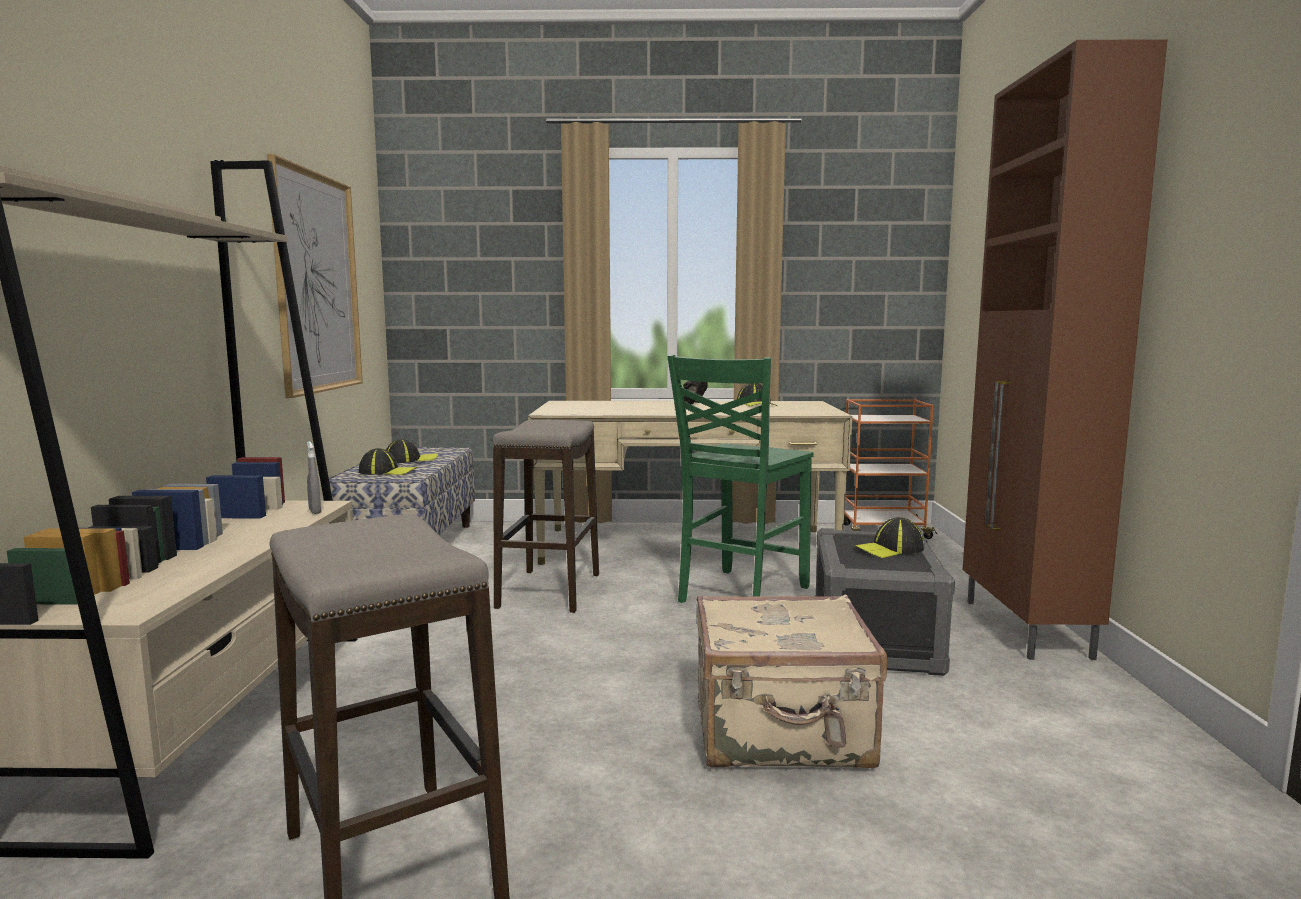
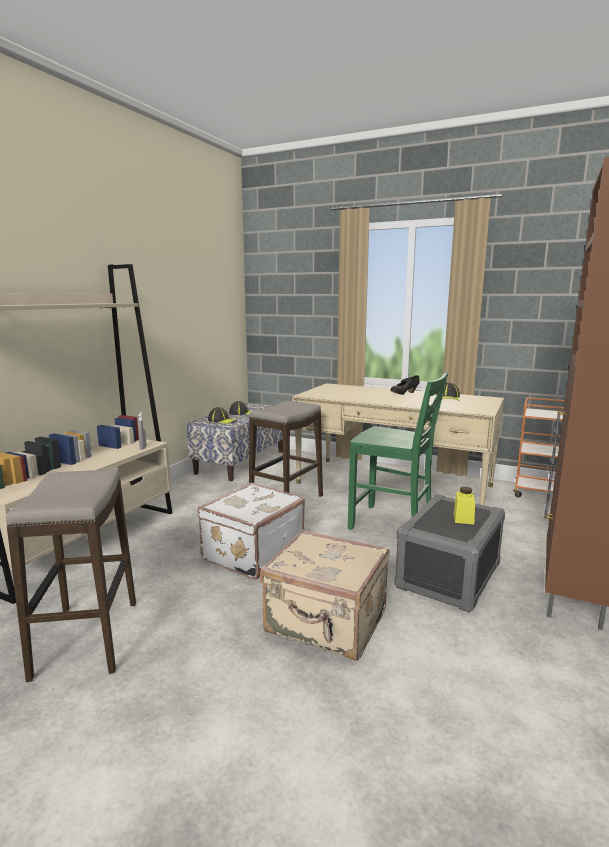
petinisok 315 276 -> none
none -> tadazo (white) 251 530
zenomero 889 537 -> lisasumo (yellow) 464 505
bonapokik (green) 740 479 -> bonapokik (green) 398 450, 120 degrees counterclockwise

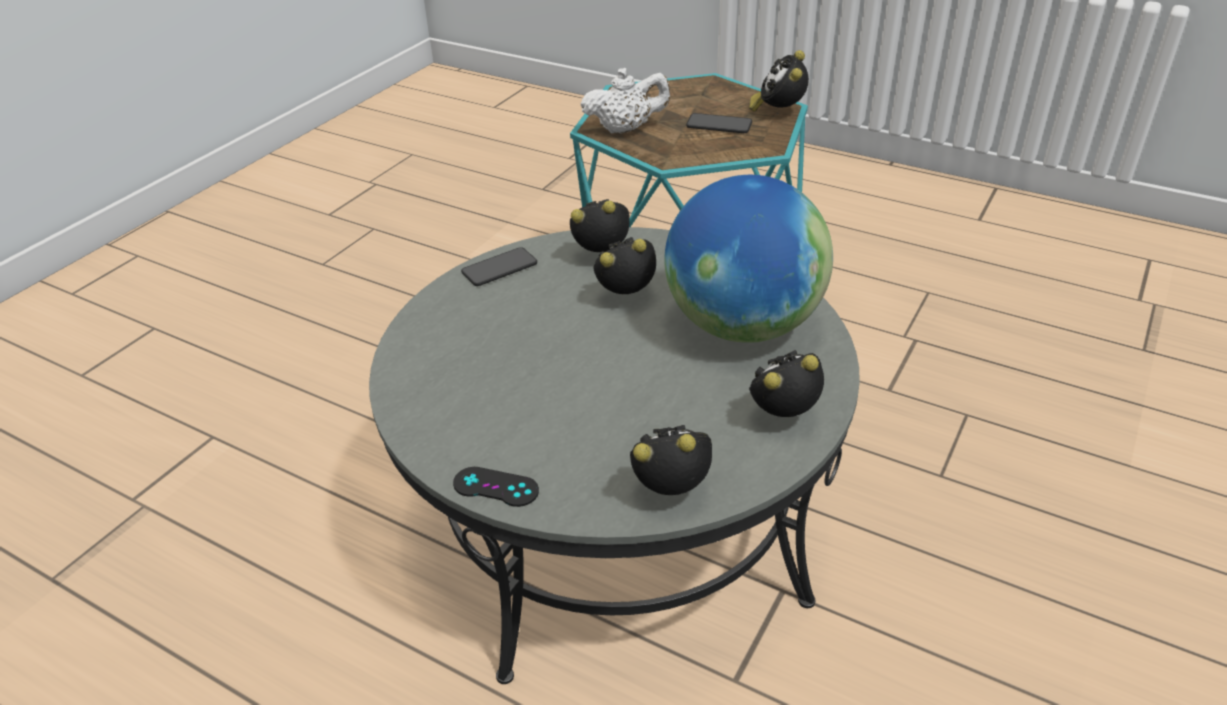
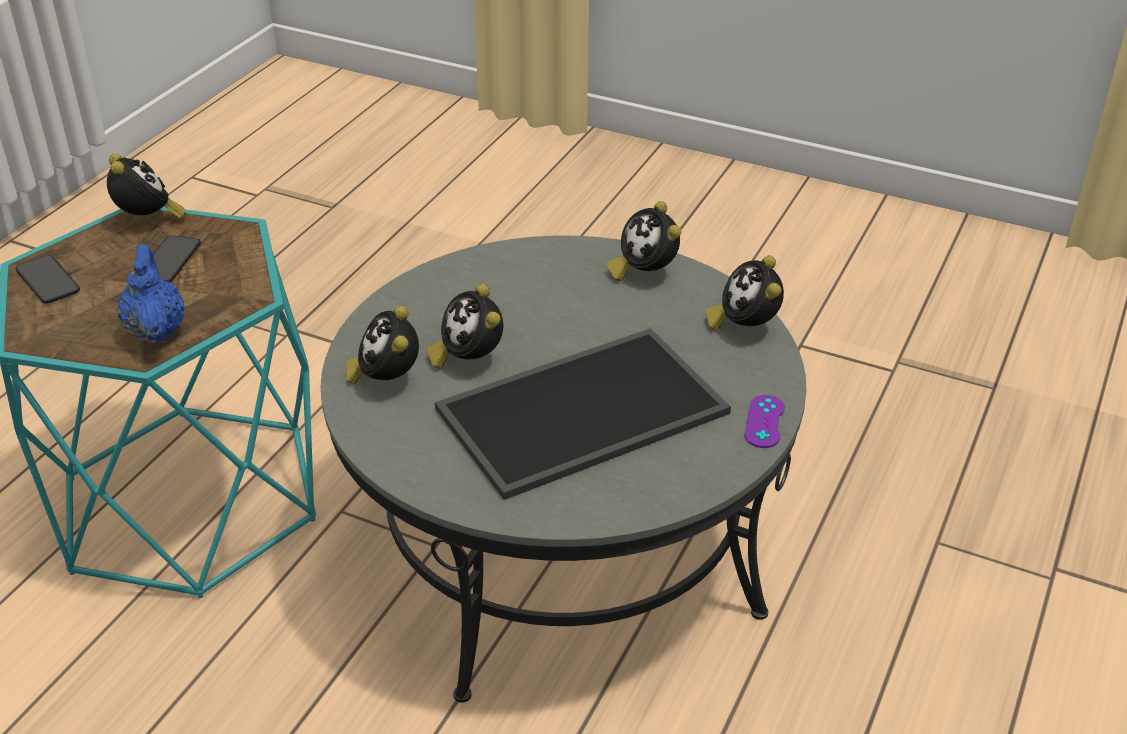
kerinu 748 259 -> none
none -> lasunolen 583 414
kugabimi 499 266 -> kugabimi 47 279, move
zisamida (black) 496 487 -> zisamida (purple) 765 421
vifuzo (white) 625 100 -> vifuzo (blue) 150 294
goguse 779 81 -> goguse 146 186, 120 degrees counterclockwise

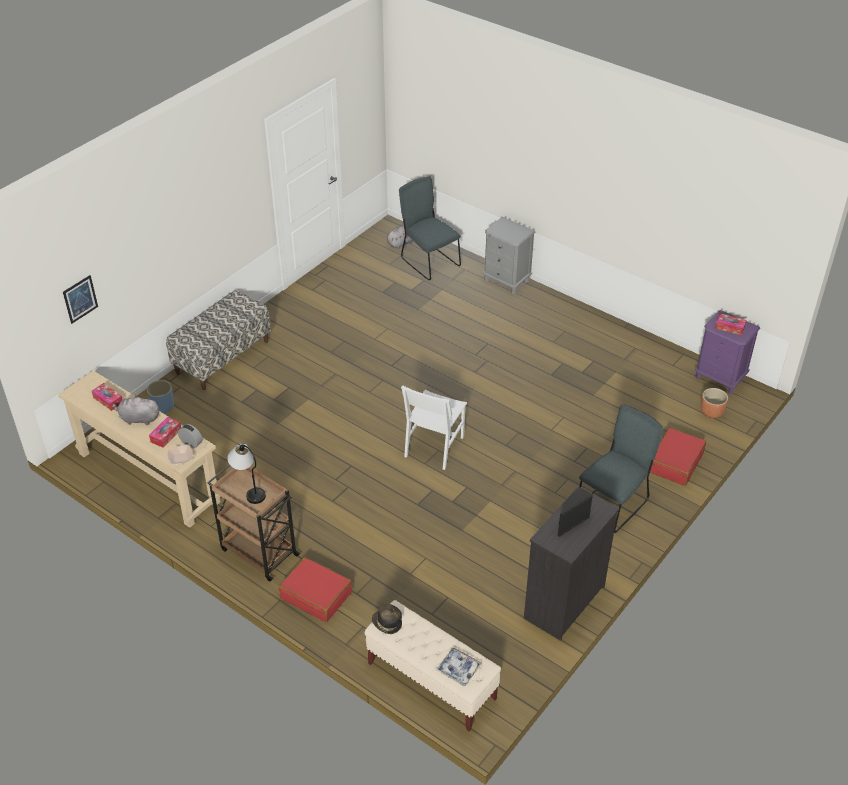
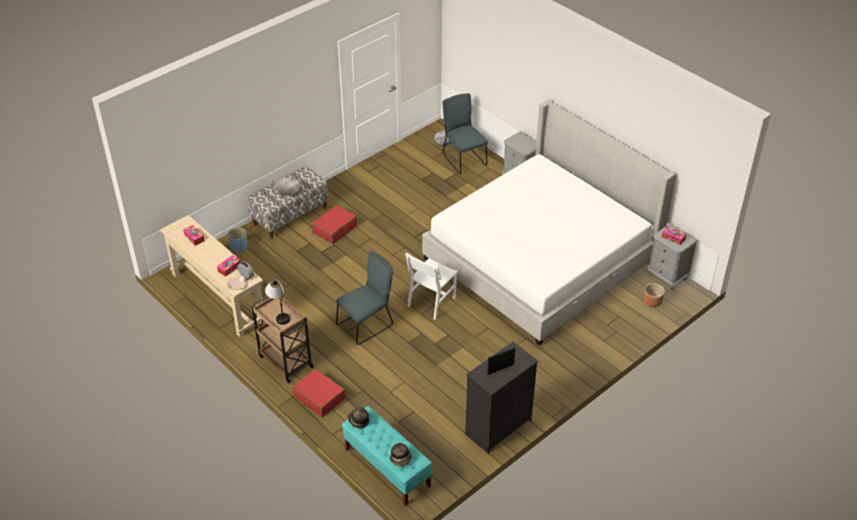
petinisok 80 299 -> none
none -> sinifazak 549 222
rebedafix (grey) 135 410 -> rebedafix (grey) 287 186, move
bonapokik (grey) 621 469 -> bonapokik (grey) 364 298, move
tadazo (red) 678 457 -> tadazo (red) 334 224, move
lasunolen 459 666 -> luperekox 401 454
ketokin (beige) 433 666 -> ketokin (turquoise) 387 456
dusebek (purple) 727 352 -> dusebek (grey) 673 256

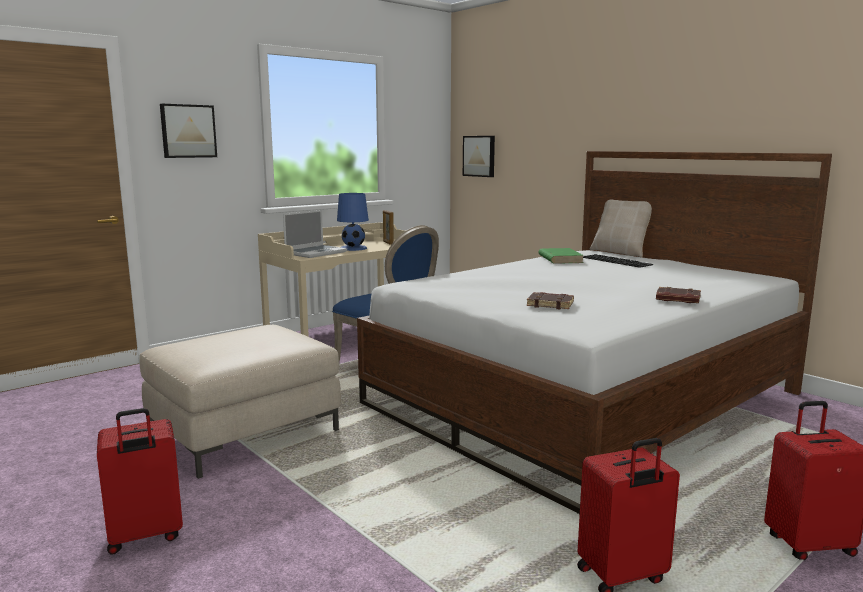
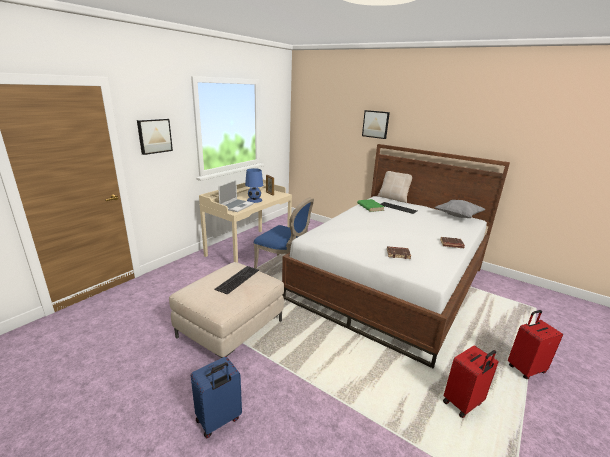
none -> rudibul 236 280
none -> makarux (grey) 460 209
petinisok 479 156 -> petinisok 376 124, move
tadazo (red) 140 481 -> tadazo (blue) 216 397

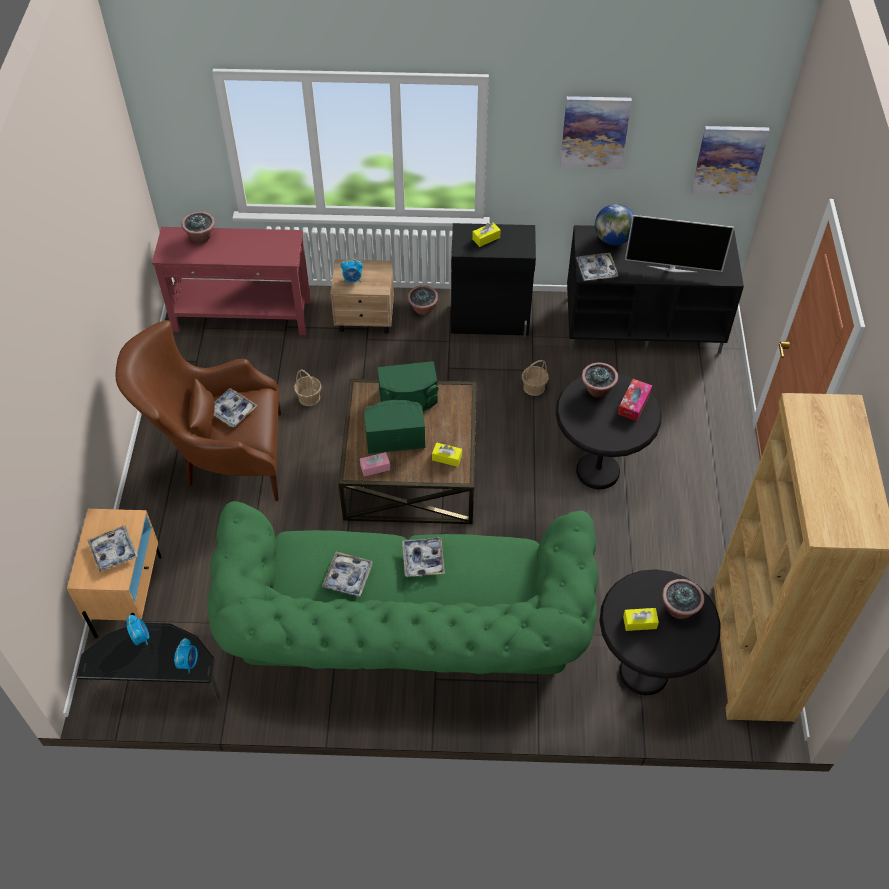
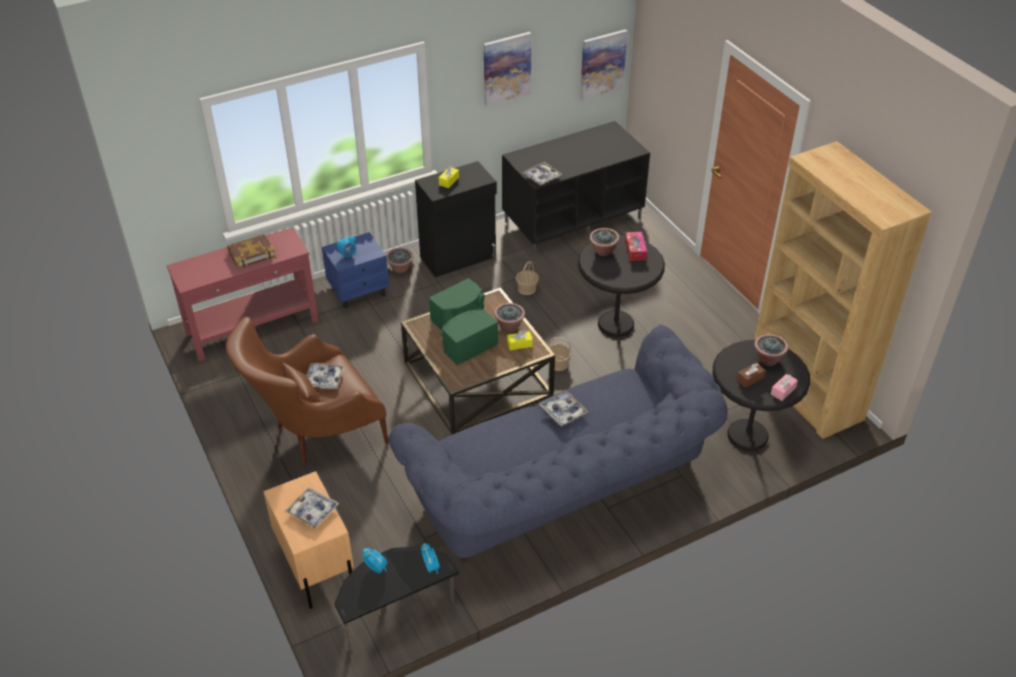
lasunolen 347 574 -> none
kerinu 614 224 -> none
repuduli 679 243 -> none
none -> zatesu 251 251
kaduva 198 227 -> kaduva 509 317, move
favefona 307 387 -> favefona 559 354, move
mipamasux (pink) 375 464 -> mipamasux (pink) 784 387, move
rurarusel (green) 402 587 -> rurarusel (blue) 558 443
dusebek (beige) 362 297 -> dusebek (blue) 355 270
mipamasux (yellow) 641 619 -> mipamasux (brown) 751 375

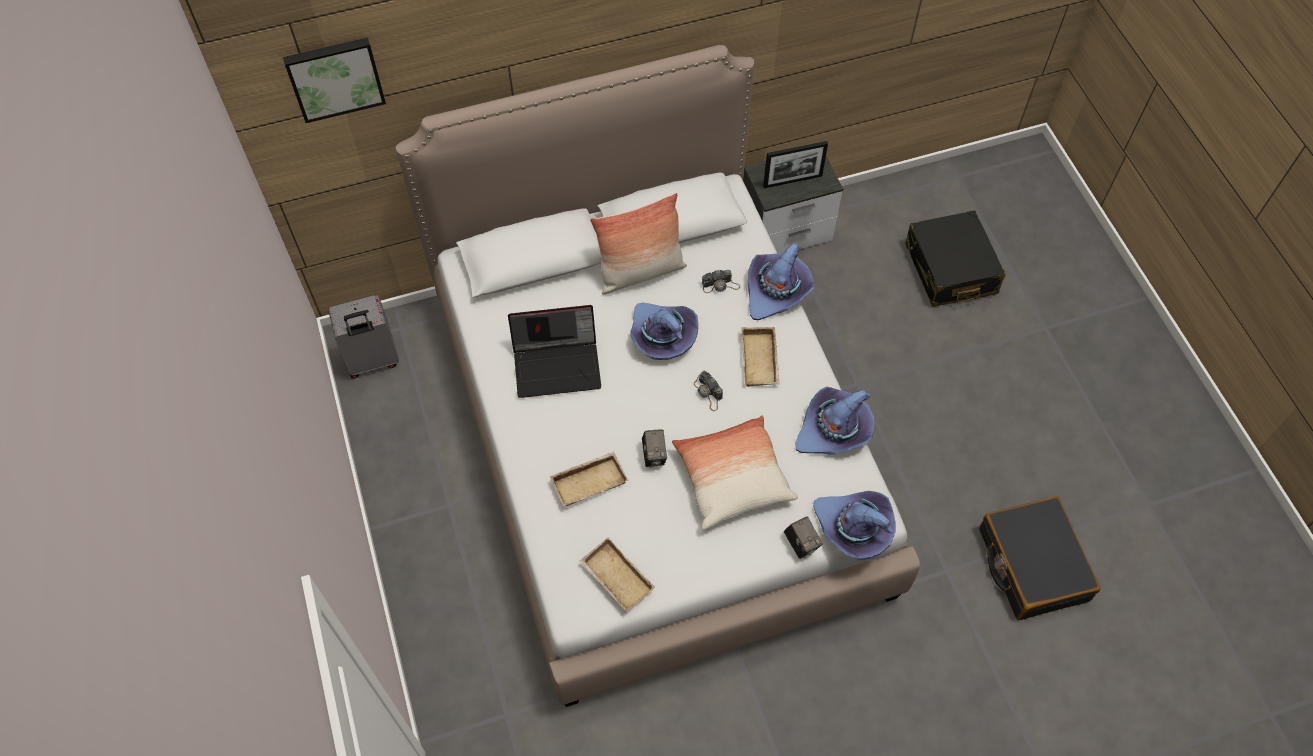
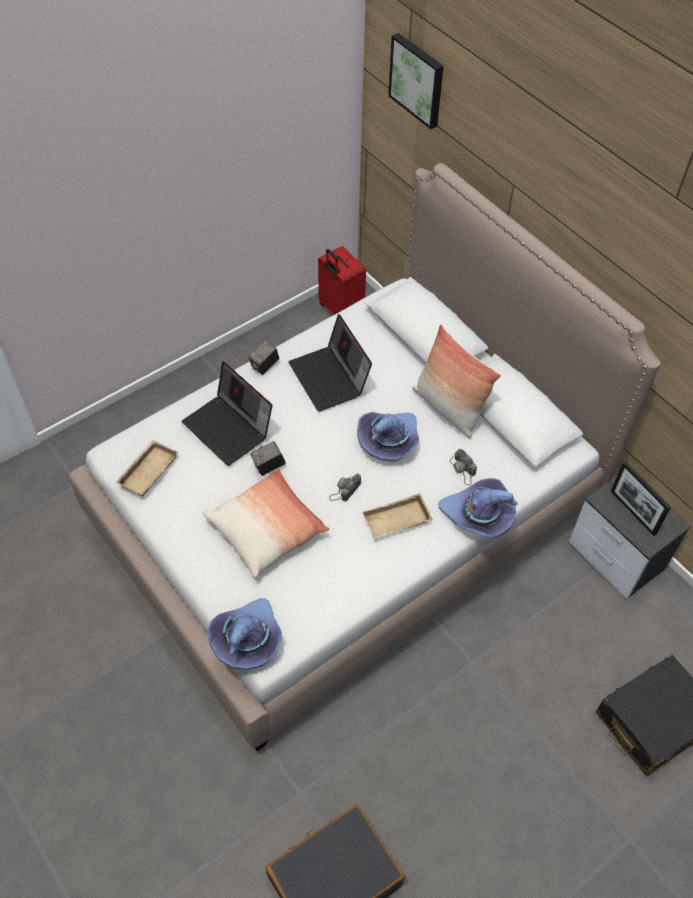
luperekox (purple) 834 420 -> none
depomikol 803 538 -> depomikol 263 357, move
lasunolen (beige) 589 479 -> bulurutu 227 414
tadazo (grey) 363 337 -> tadazo (red) 342 280

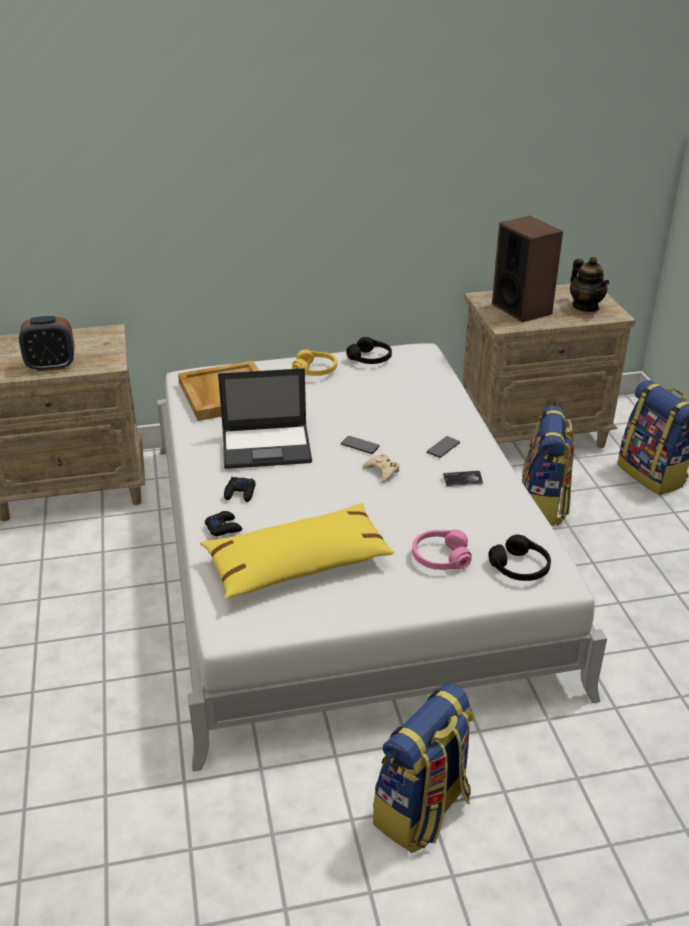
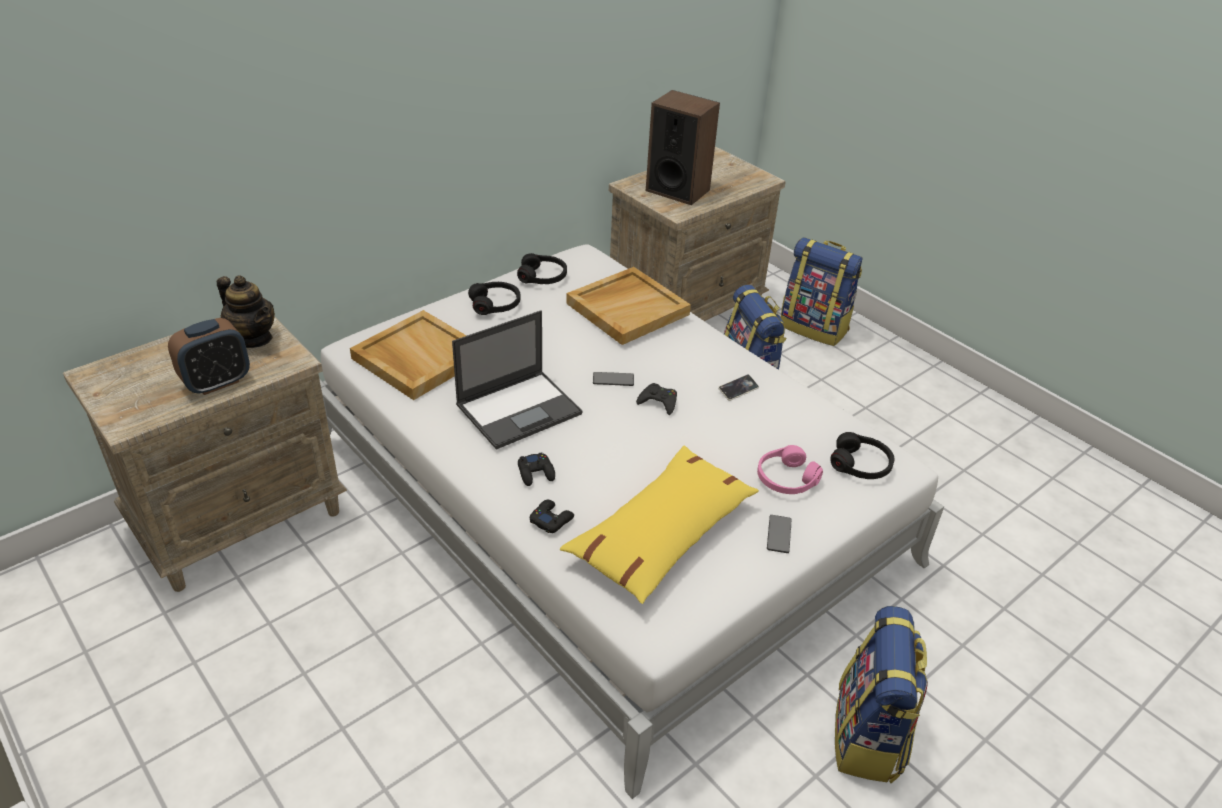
none -> lasunolen (beige) 628 306
kugabimi 443 447 -> kugabimi 779 534, move
vifuzo 589 284 -> vifuzo 246 312, move
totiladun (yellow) 314 363 -> totiladun (black) 494 298
zisamida (beige) 381 468 -> zisamida (black) 656 399

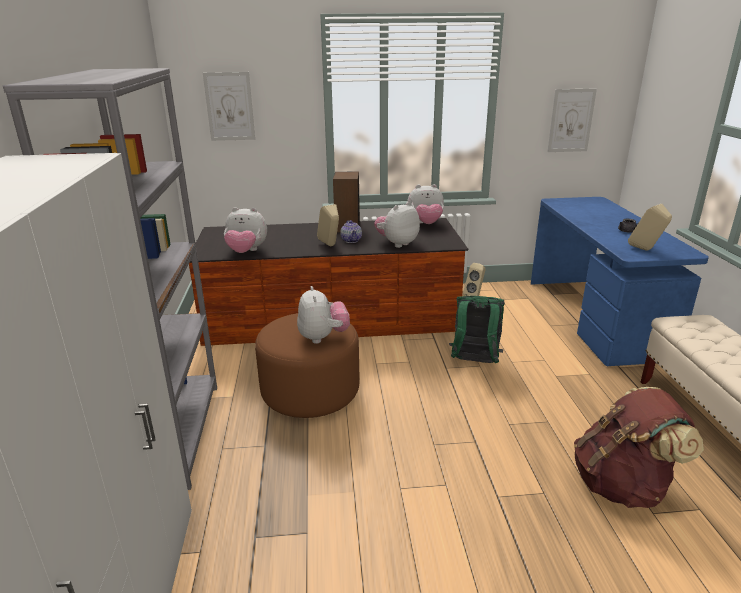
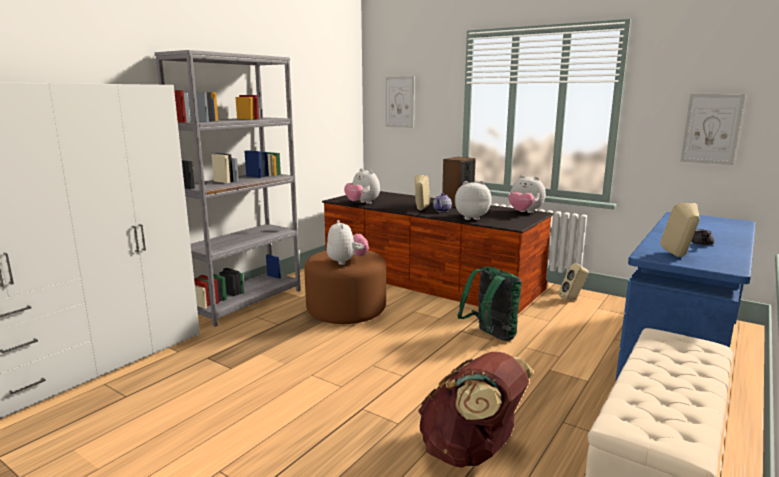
rebedafix 323 315 -> rebedafix 348 242, 45 degrees counterclockwise

